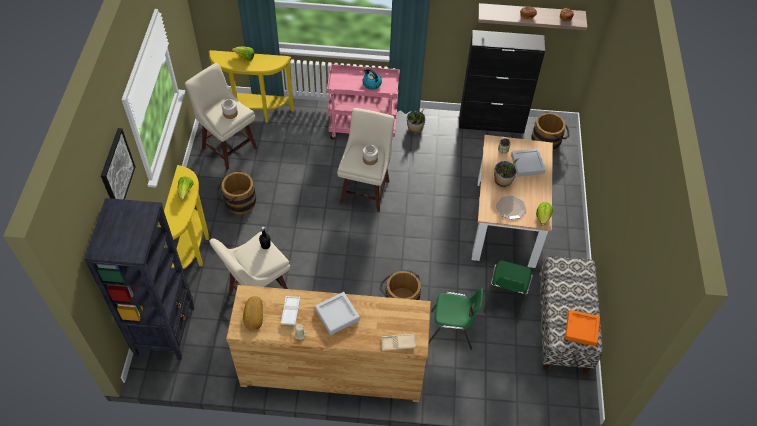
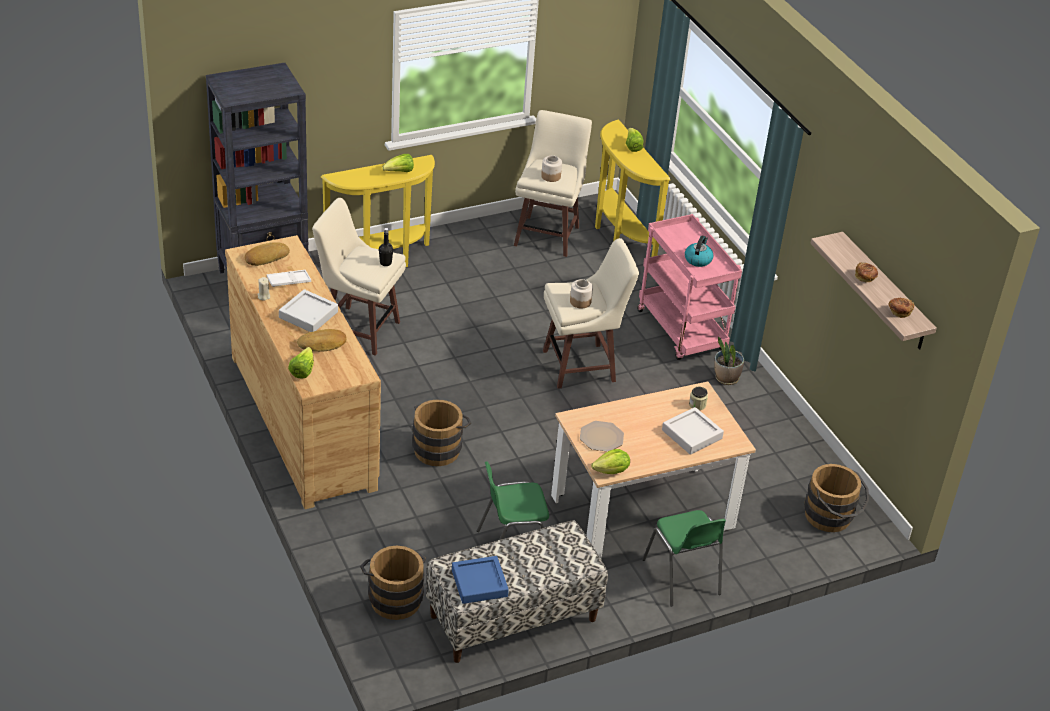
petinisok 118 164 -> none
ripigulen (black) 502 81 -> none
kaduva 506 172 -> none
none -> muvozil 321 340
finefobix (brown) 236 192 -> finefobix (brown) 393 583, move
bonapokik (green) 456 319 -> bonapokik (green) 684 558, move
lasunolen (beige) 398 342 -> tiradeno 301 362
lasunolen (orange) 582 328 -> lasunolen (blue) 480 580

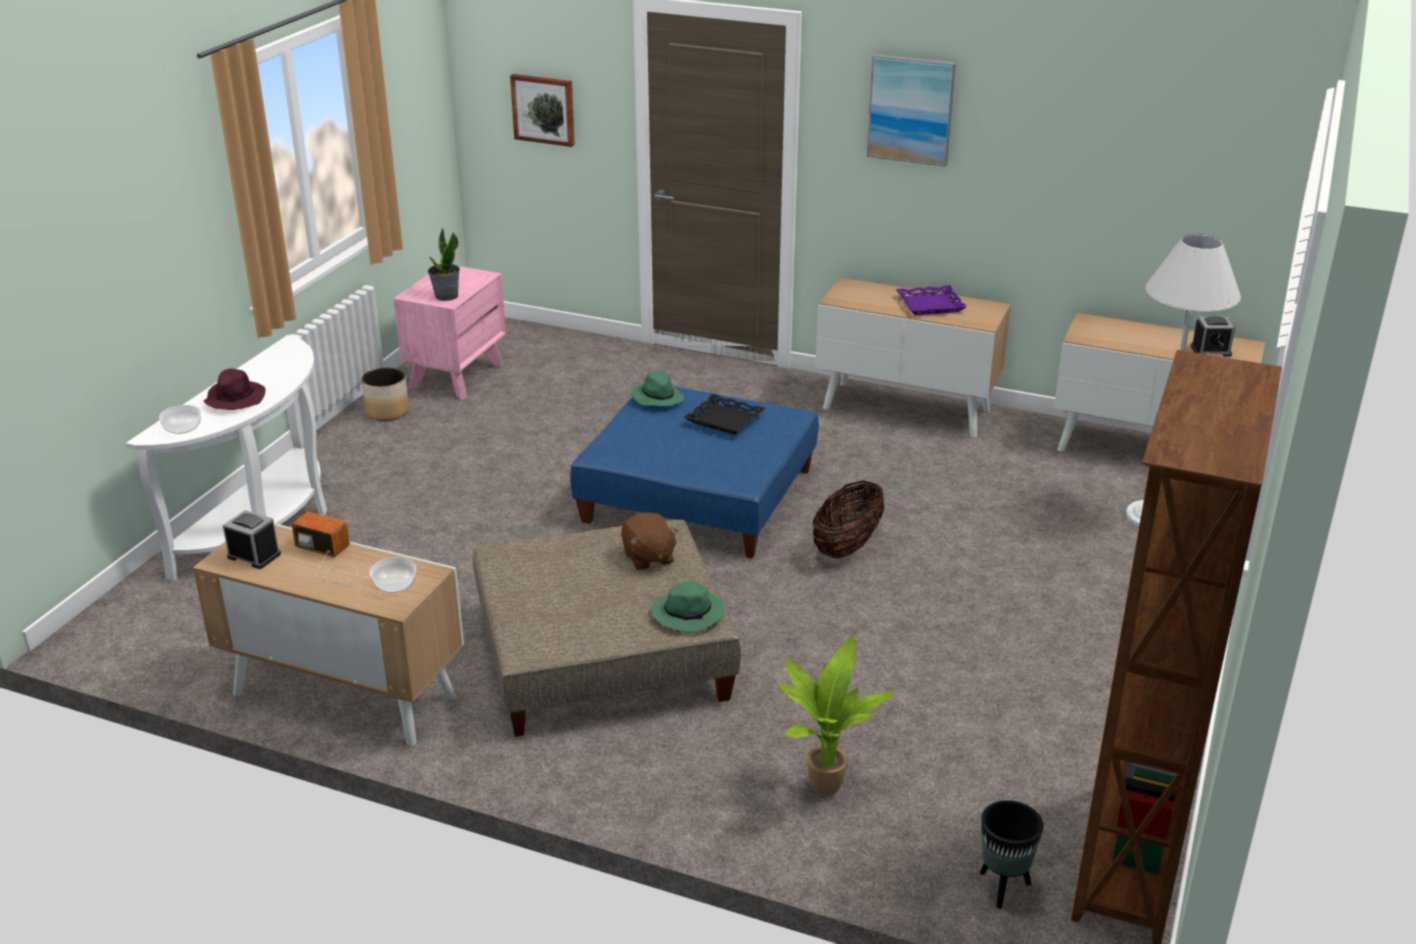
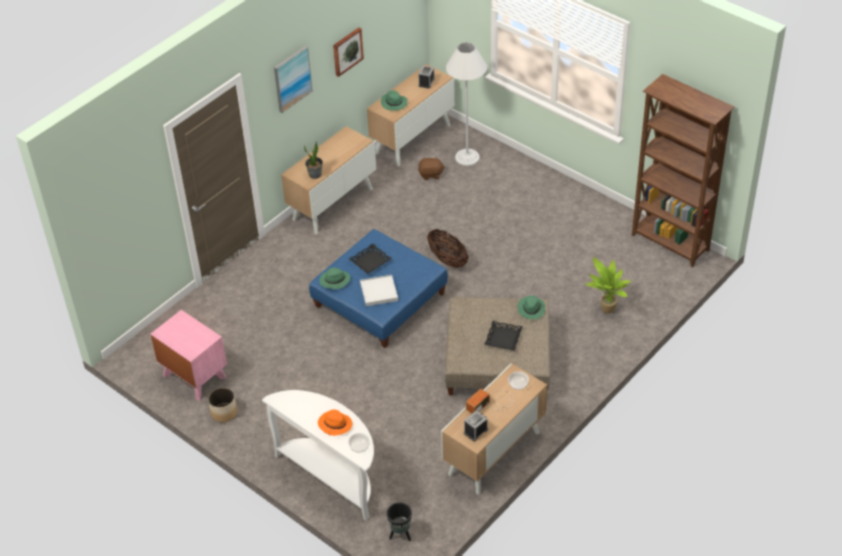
lasunolen (purple) 931 300 -> none
none -> lasunolen (white) 379 290
none -> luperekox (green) 394 100
none -> lasunolen (black) 503 336
kaduva 444 264 -> kaduva 313 160, move
petinisok 542 110 -> petinisok 348 52, move
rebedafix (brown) 649 541 -> rebedafix (brown) 431 168, move
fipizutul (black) 1011 854 -> fipizutul (black) 399 522, move
luperekox (purple) 234 389 -> luperekox (orange) 335 422

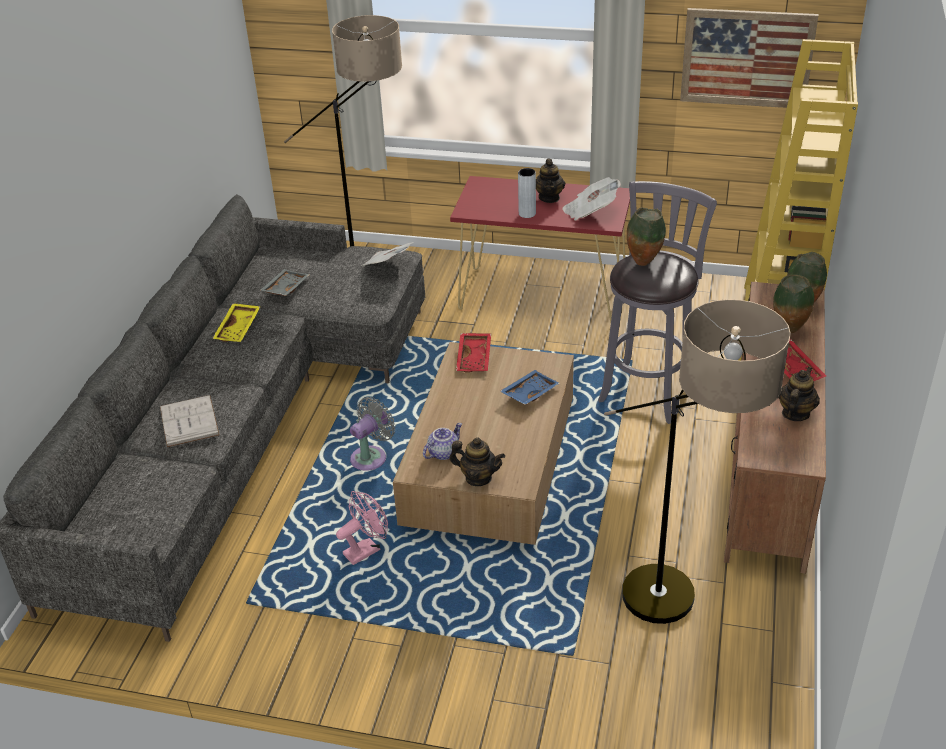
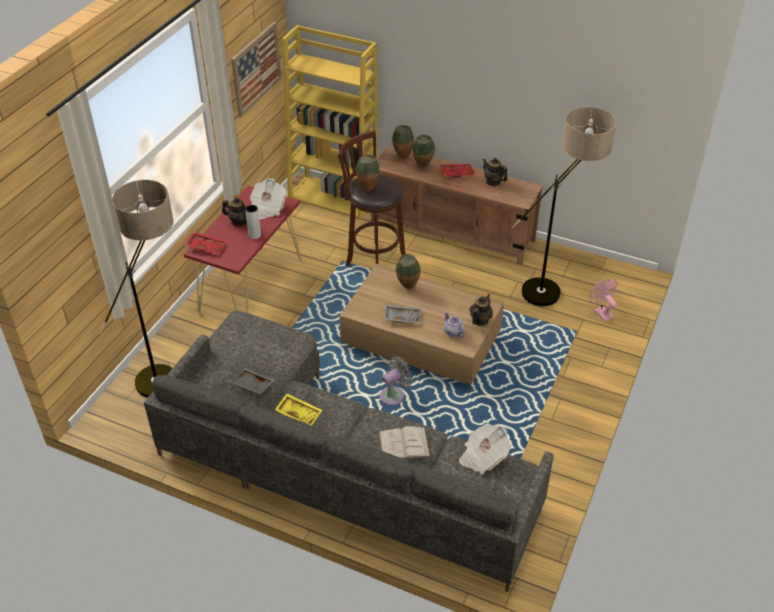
none -> lasunolen (grey) 402 314
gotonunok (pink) 362 528 -> gotonunok (pink) 603 300, move
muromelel 387 254 -> muromelel 484 449, move
lasunolen (red) 473 353 -> lasunolen (red) 206 243, move
lasunolen (blue) 530 387 -> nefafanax 408 271
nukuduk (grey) 657 302 -> nukuduk (brown) 372 198
gotonunok (grey) 373 434 -> gotonunok (grey) 396 380, 90 degrees clockwise

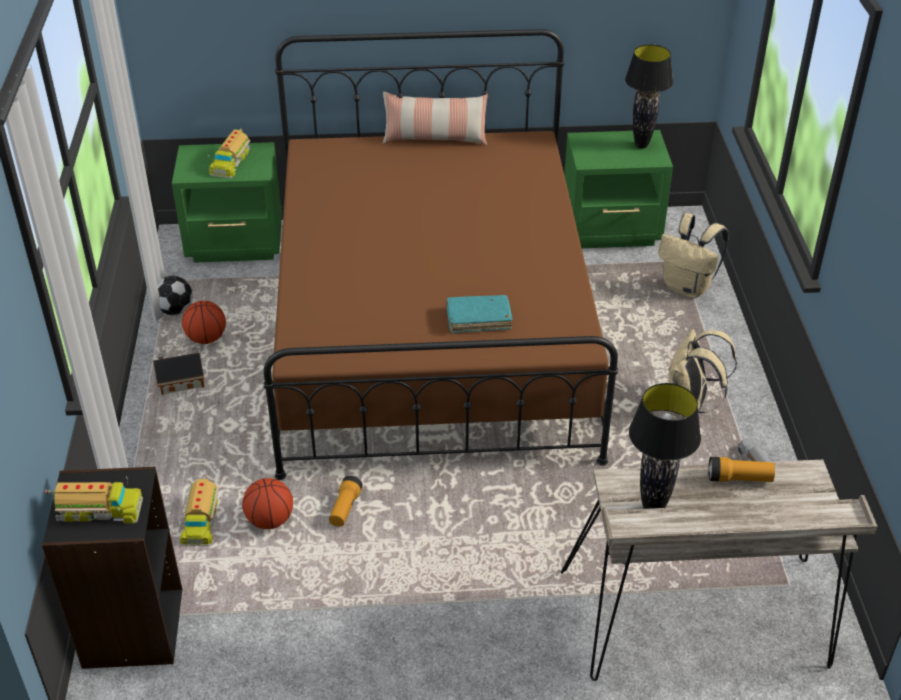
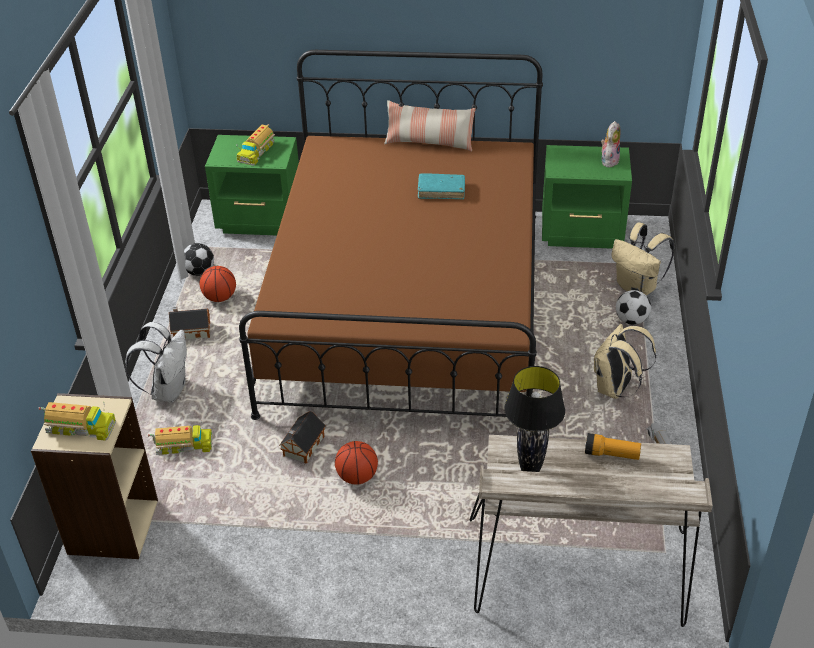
none -> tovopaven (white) 156 362
none -> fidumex 633 307
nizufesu 267 503 -> nizufesu 356 463, move
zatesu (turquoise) 480 314 -> zatesu (turquoise) 441 186, move
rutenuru 346 501 -> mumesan 302 437
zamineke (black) 649 96 -> rebedafix 611 144
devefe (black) 112 568 -> devefe (beige) 94 476
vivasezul 197 509 -> vivasezul 180 438, 105 degrees counterclockwise

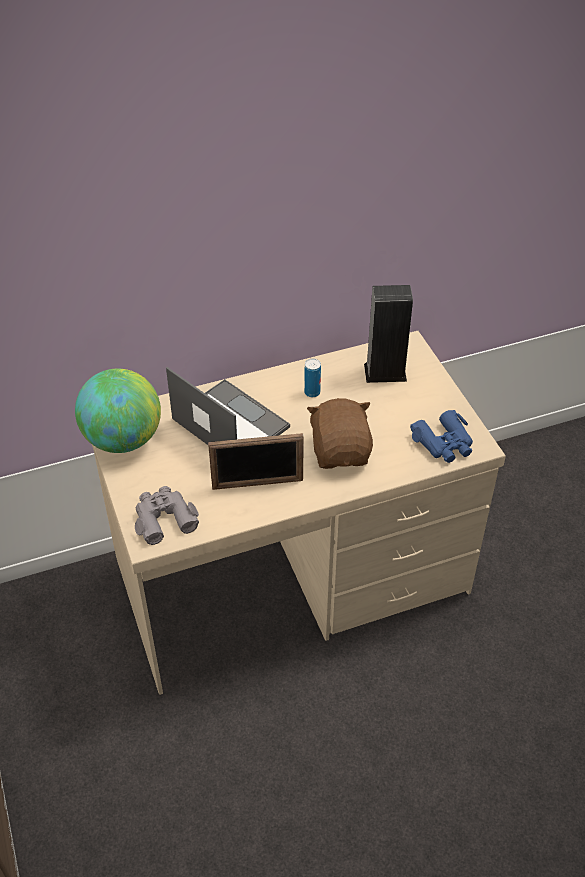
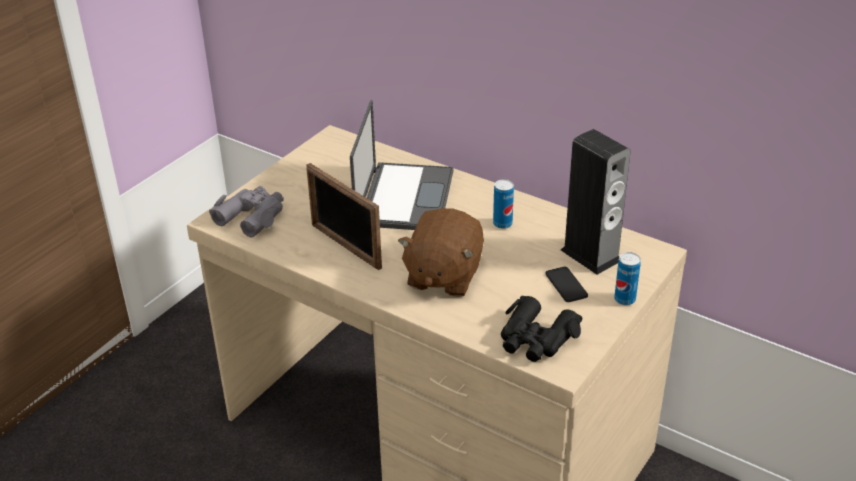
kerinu 118 410 -> none
none -> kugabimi 566 284
none -> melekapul 627 278
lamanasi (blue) 441 436 -> lamanasi (black) 542 329
rebedafix (brown) 340 433 -> rebedafix (brown) 441 252, 150 degrees clockwise

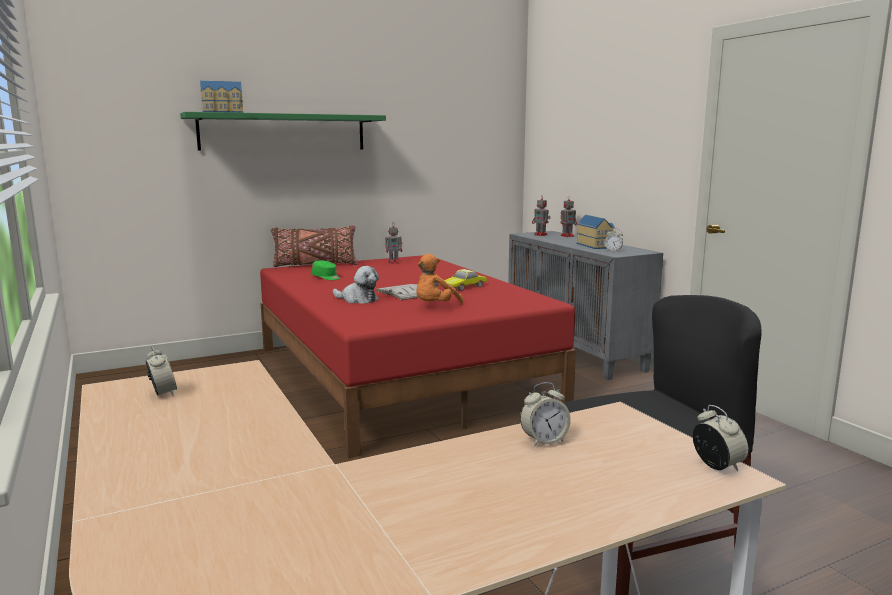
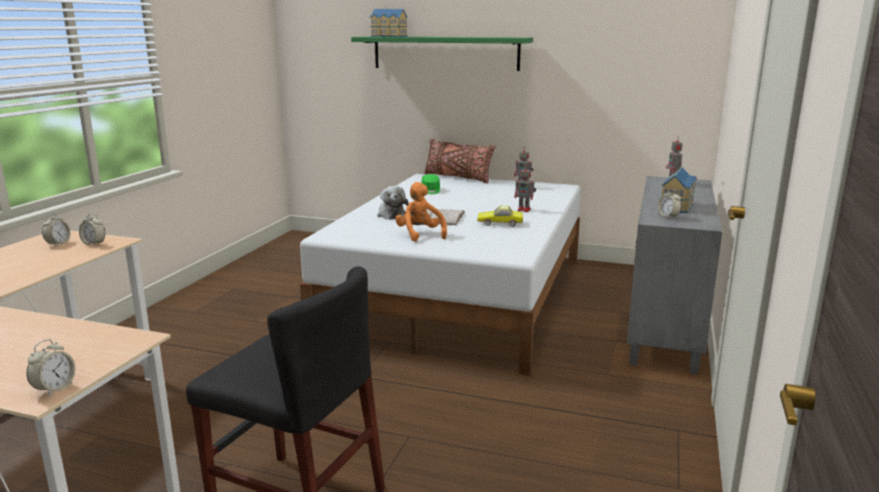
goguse 545 414 -> goguse 92 229, move
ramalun 569 216 -> ramalun 525 188, move
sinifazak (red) 418 357 -> sinifazak (white) 440 274
rebedafix (orange) 440 278 -> rebedafix (orange) 421 212, 75 degrees clockwise

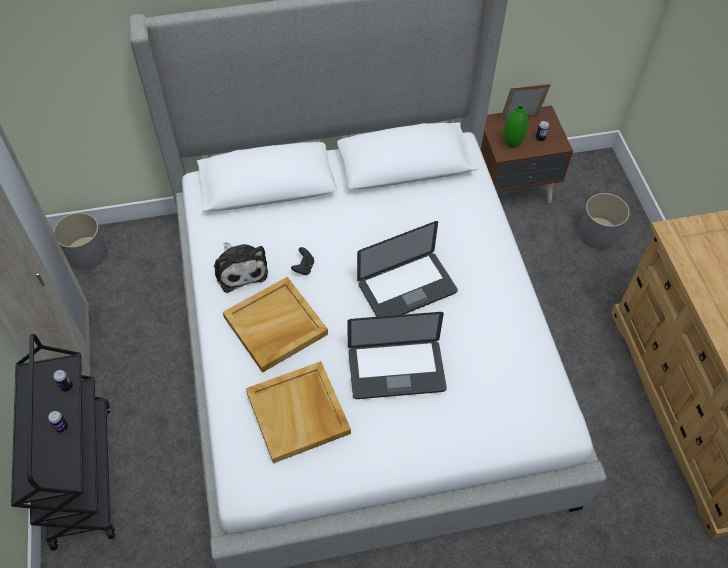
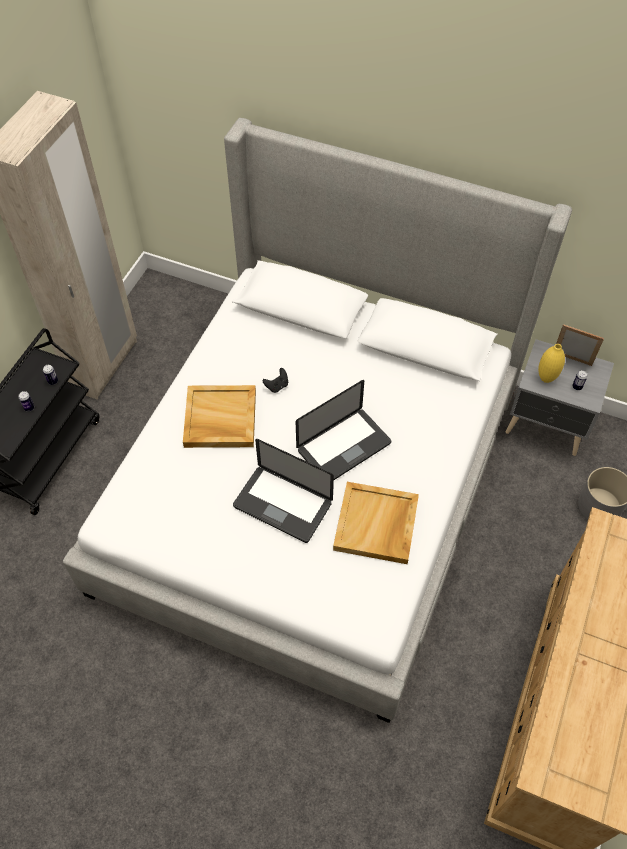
fipizutul (grey) 80 241 -> none
rebedafix 241 268 -> none
lasunolen (beige) 298 412 -> lasunolen (beige) 376 523, move
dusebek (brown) 527 154 -> dusebek (grey) 560 397
nefafanax (green) 516 126 -> nefafanax (yellow) 551 363
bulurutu 407 269 -> bulurutu 343 430, 45 degrees counterclockwise

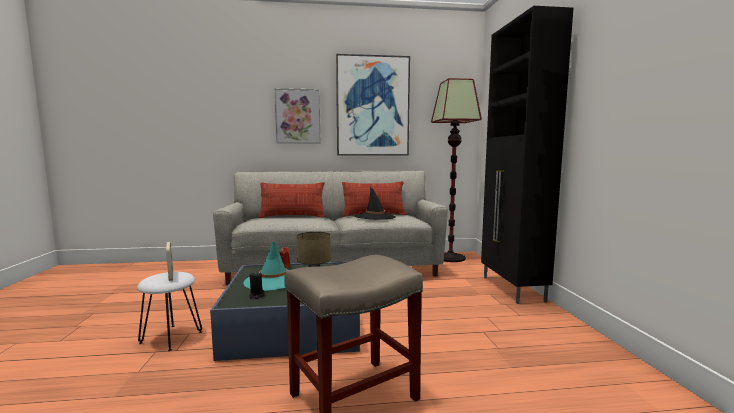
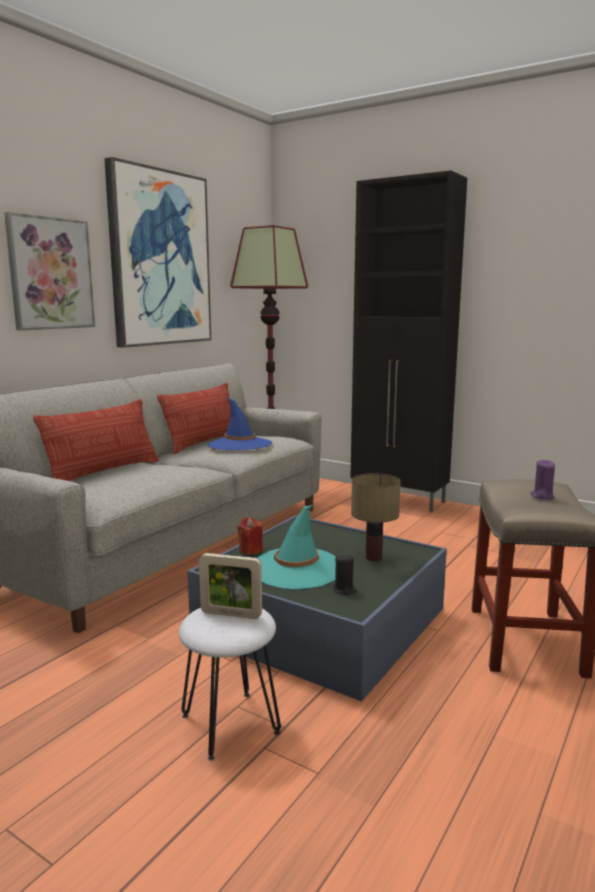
none -> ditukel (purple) 543 479
luperekox (black) 375 203 -> luperekox (blue) 240 424

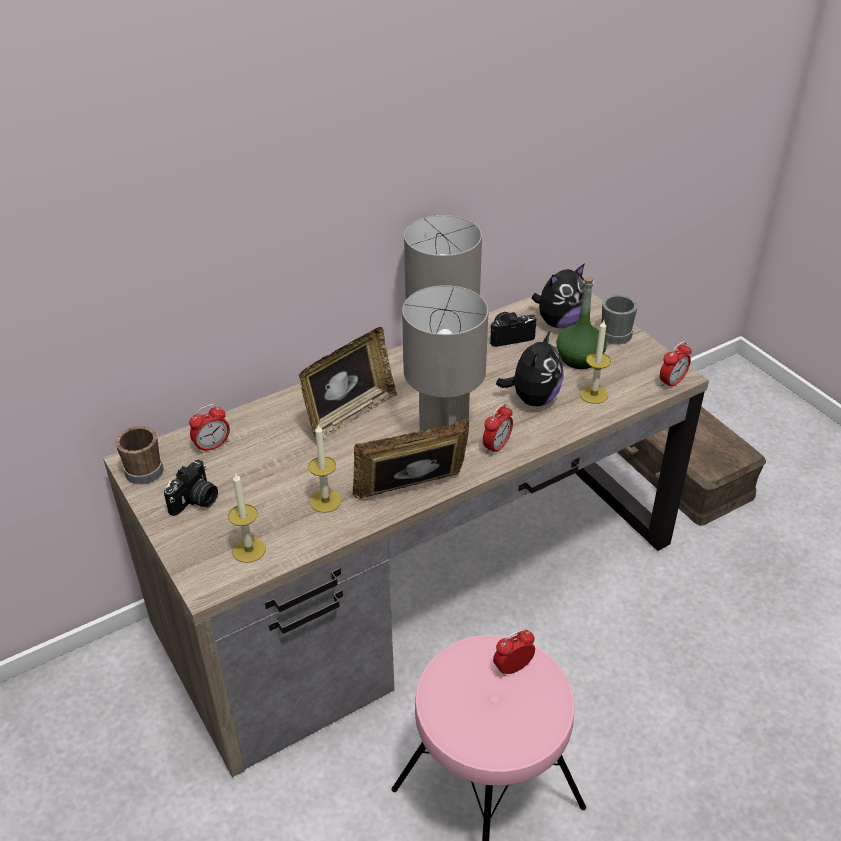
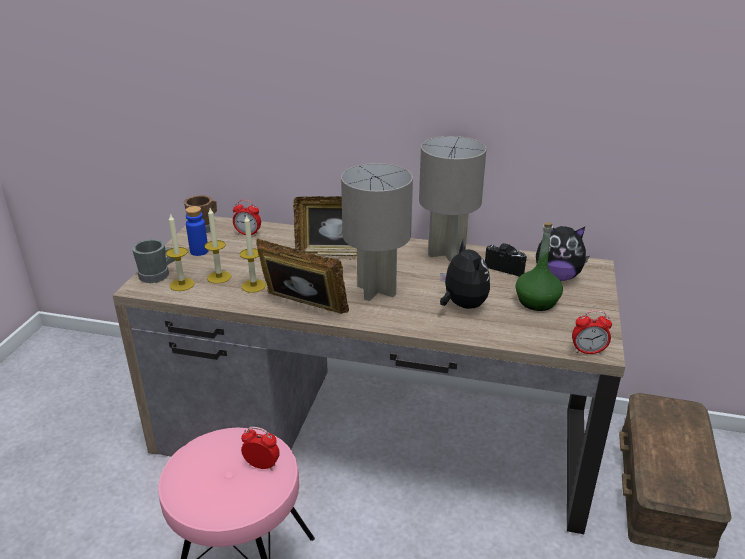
goguse 498 429 -> none
ditukel 595 362 -> ditukel 217 246, move
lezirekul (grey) 619 319 -> lezirekul (grey) 153 261, move
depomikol 191 487 -> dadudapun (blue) 197 231
rebedafix 530 368 -> rebedafix 465 274, 90 degrees counterclockwise

